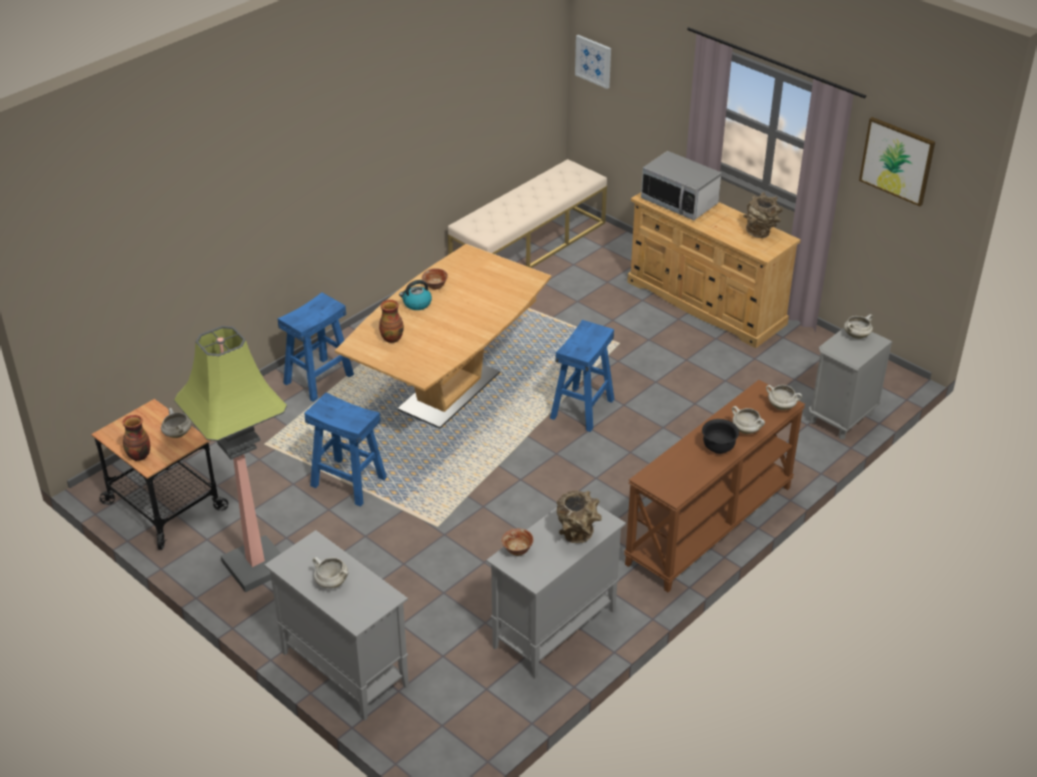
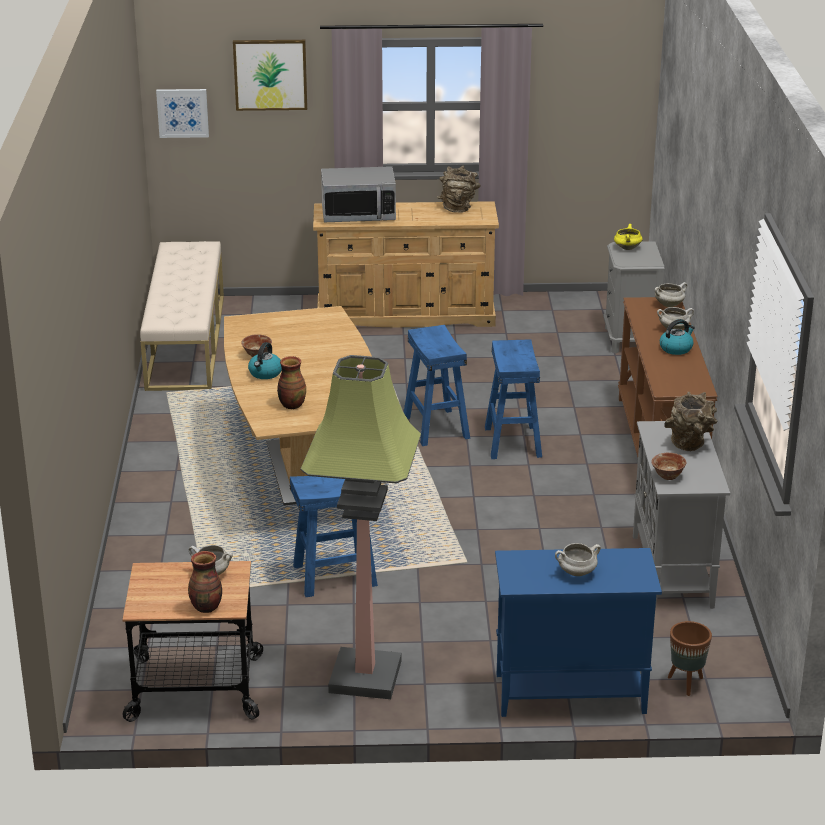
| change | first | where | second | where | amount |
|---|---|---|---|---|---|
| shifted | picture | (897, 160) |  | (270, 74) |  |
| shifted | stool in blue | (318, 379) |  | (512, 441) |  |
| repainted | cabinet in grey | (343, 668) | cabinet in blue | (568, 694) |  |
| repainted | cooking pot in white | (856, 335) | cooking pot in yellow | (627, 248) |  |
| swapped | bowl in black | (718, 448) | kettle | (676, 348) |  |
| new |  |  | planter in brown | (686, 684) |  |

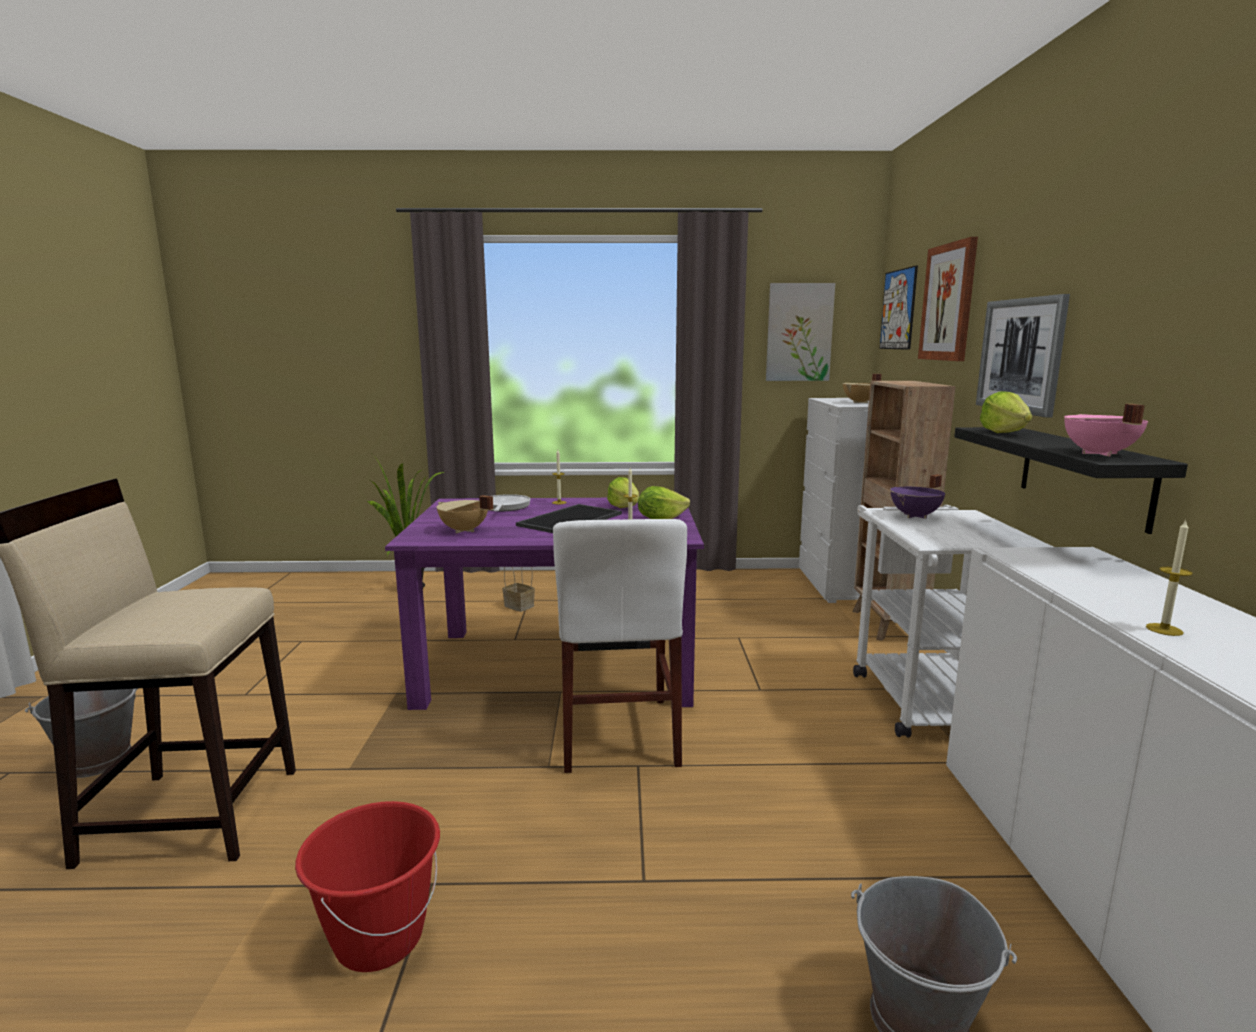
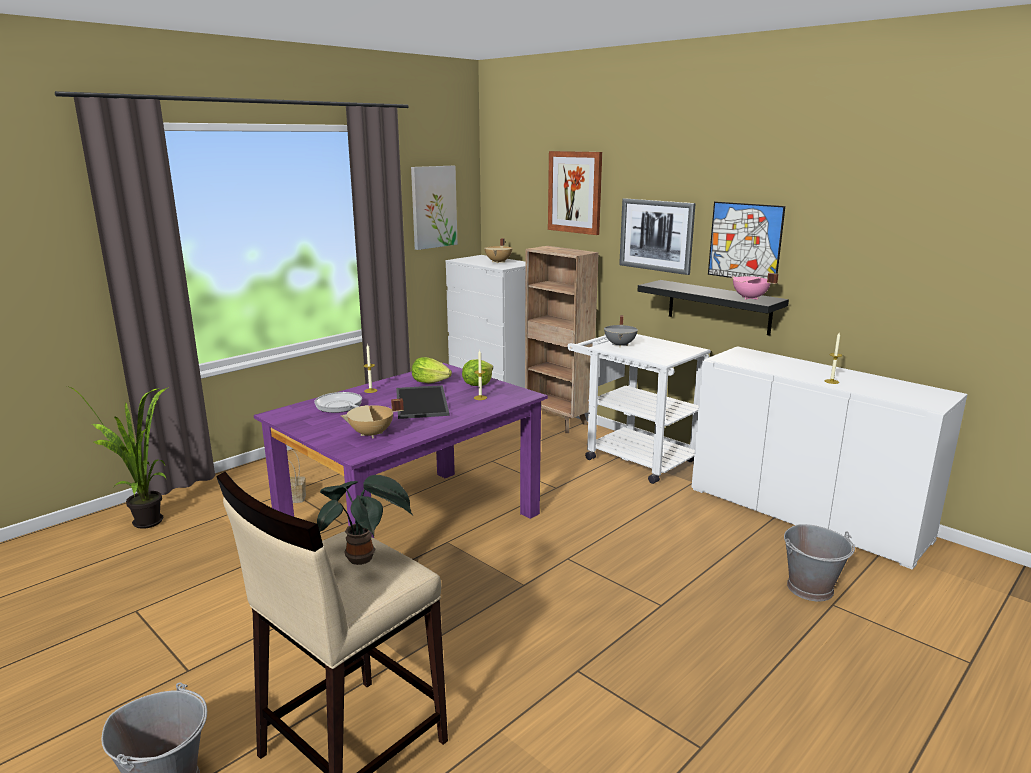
| change | first | where | second | where | amount |
|---|---|---|---|---|---|
| new |  |  | potted plant | (364, 558) |  |
| repainted | cooking pot in purple | (916, 516) | cooking pot in grey | (620, 345) |  |
| shifted | picture | (898, 309) |  | (745, 241) |  |
| gone | bucket in red | (379, 938) |  |  |  |
| gone | chair in white | (618, 733) |  |  |  |
| gone | lettuce | (1003, 432) |  |  |  |

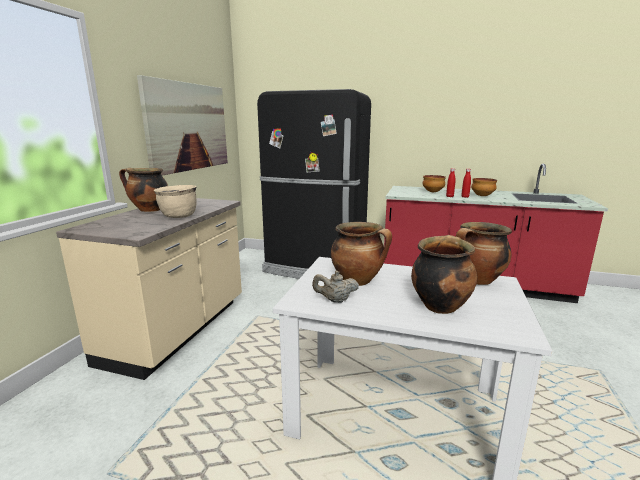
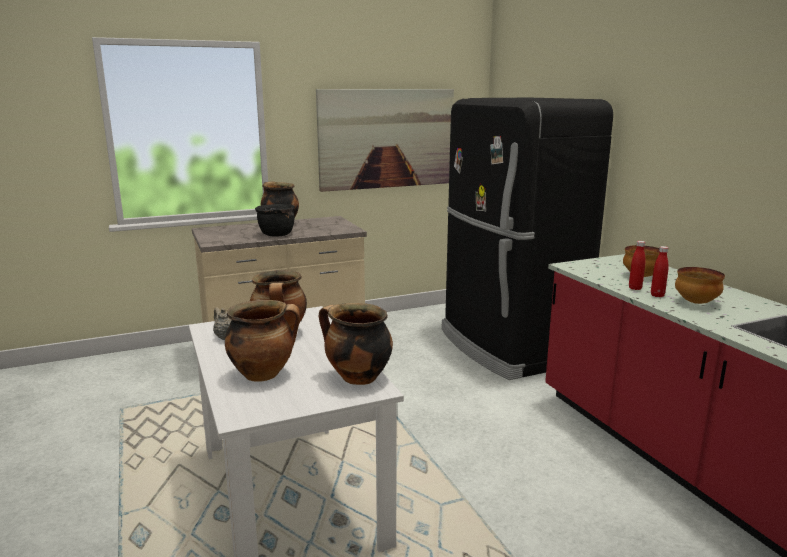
| change | first | where | second | where | amount |
|---|---|---|---|---|---|
| repainted | cooking pot in beige | (178, 216) | cooking pot in black | (276, 235) |  |

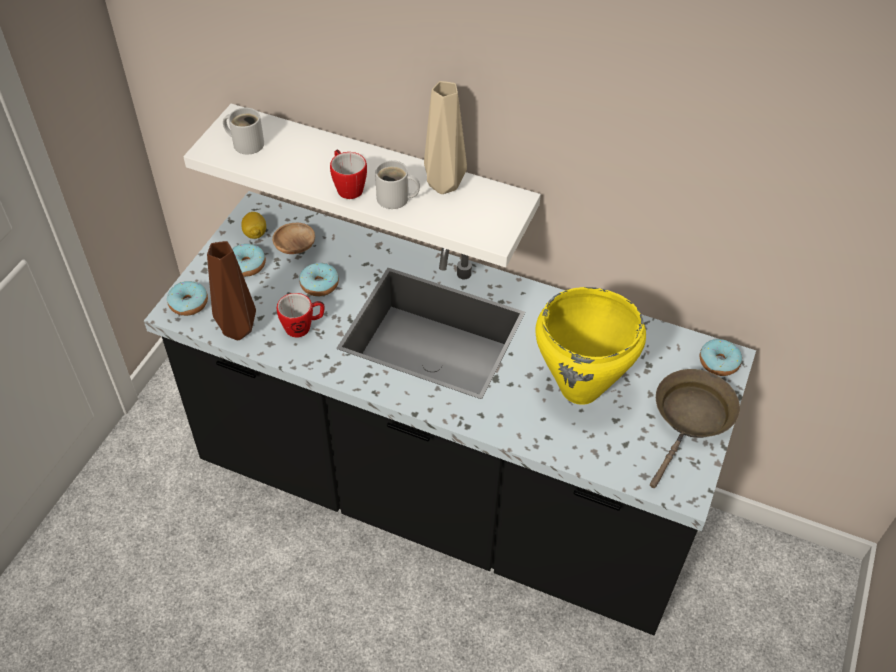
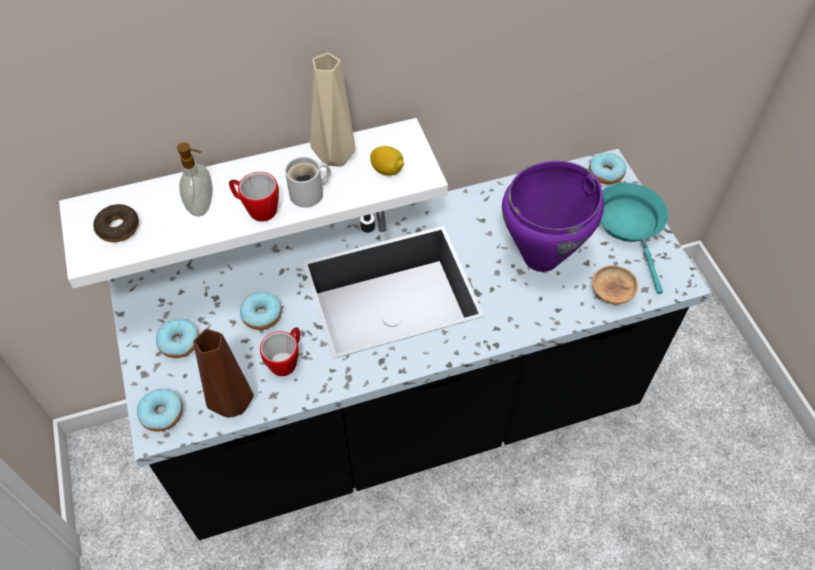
| change | first | where | second | where | amount |
|---|---|---|---|---|---|
| swapped | mug in white | (246, 143) | donut | (118, 227) |  |
| new |  |  | soap dispenser | (203, 206) |  |
| shifted | lemon | (255, 234) |  | (387, 170) |  |
| repainted | cooking pot in yellow | (580, 389) | cooking pot in purple | (542, 257) |  |
| shifted | bowl in brown | (295, 247) |  | (611, 292) |  |
| repainted | frying pan in brown | (691, 418) | frying pan in turquoise | (630, 226) |  |

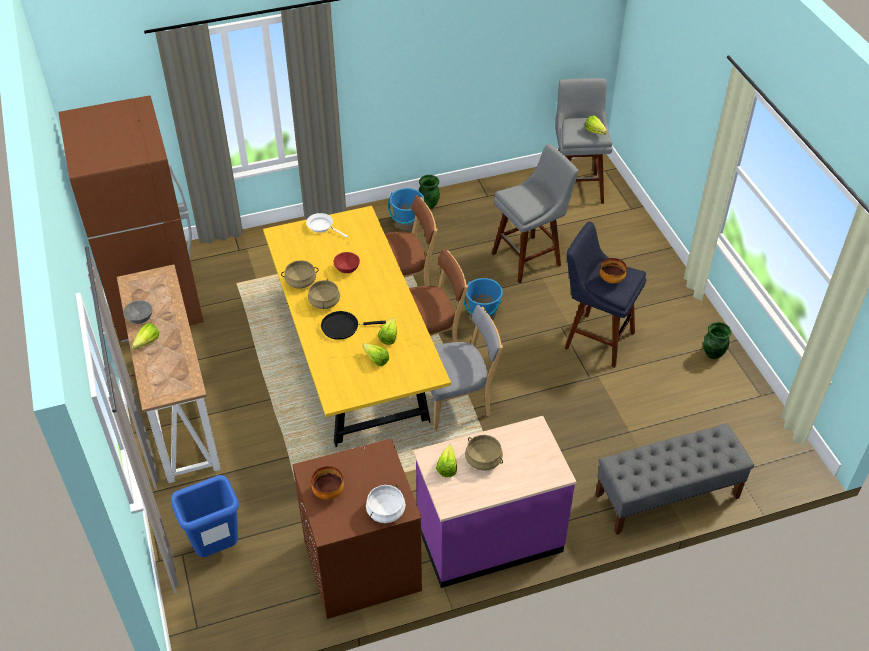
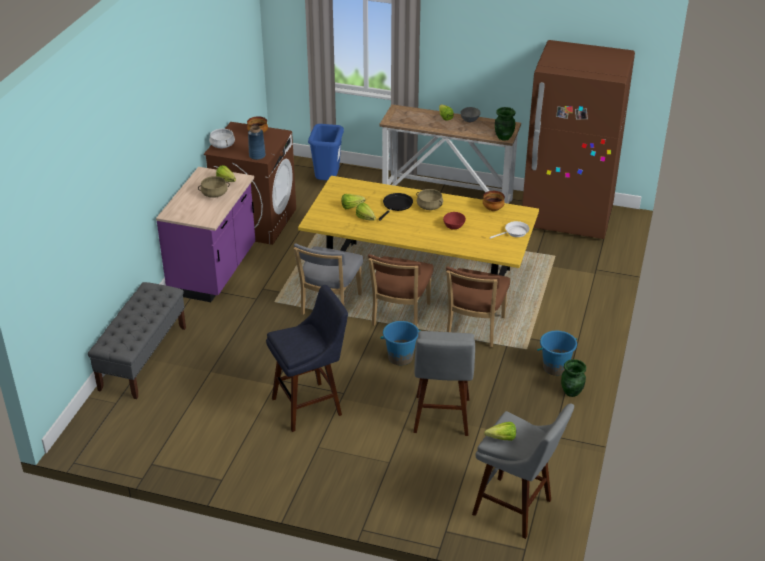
| change | first | where | second | where | amount |
|---|---|---|---|---|---|
| new |  |  | vase in blue | (257, 156) |  |
| shifted | bowl | (611, 280) |  | (492, 209) |  |
| shifted | vase in green | (713, 354) |  | (503, 137) |  |
| gone | cooking pot in beige | (301, 281) |  |  |  |

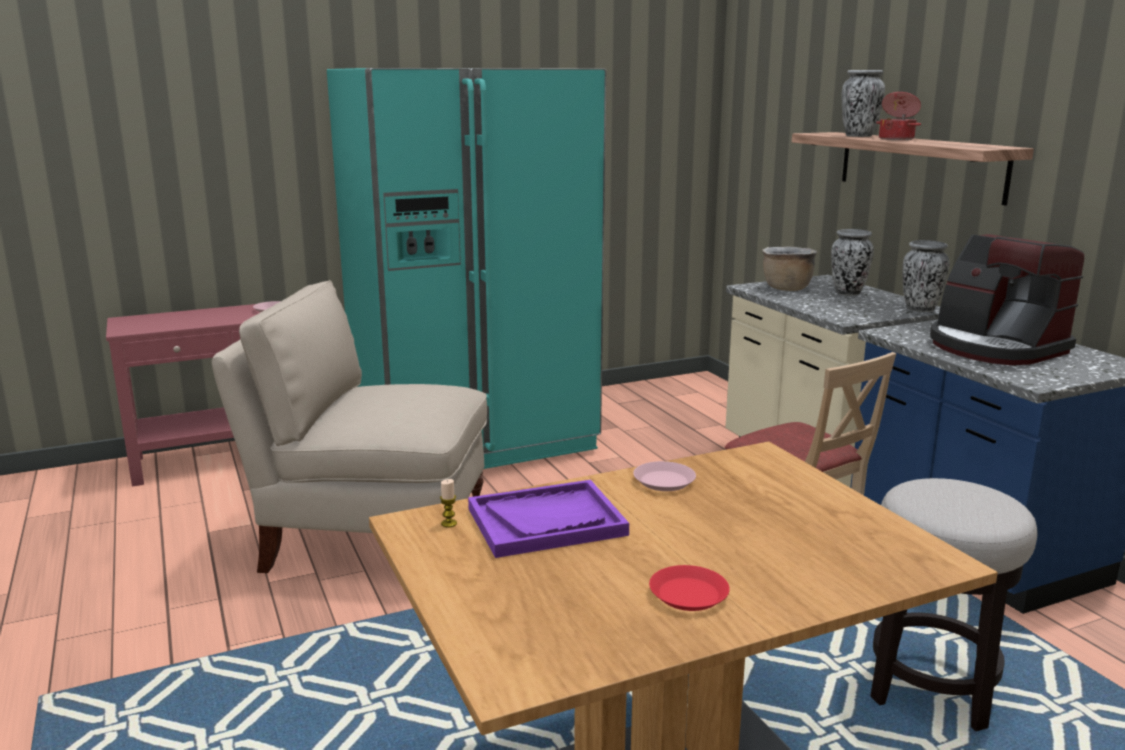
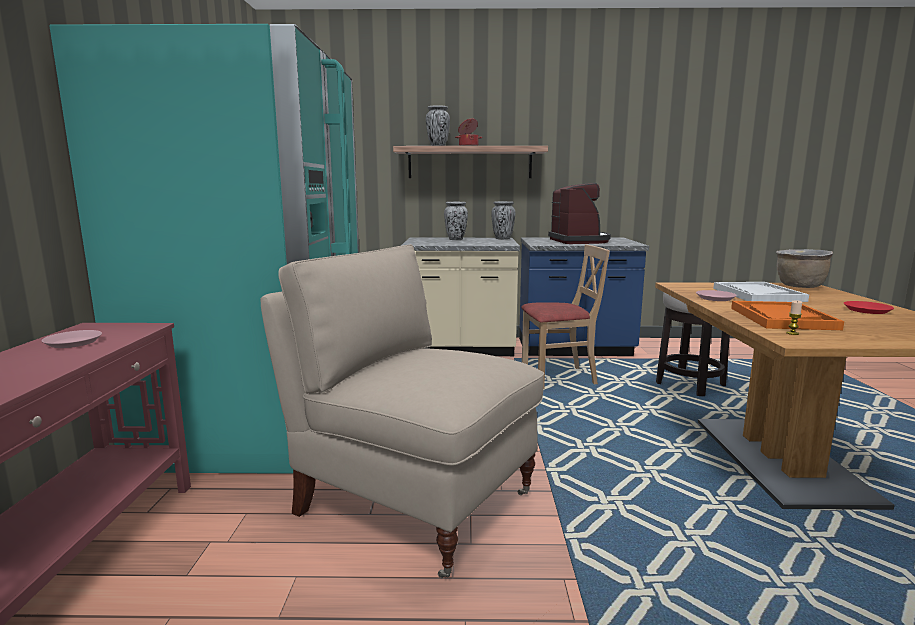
| change | first | where | second | where | amount |
|---|---|---|---|---|---|
| rotated | chair in beige | (372, 539) |  | (412, 502) | 90 degrees clockwise |
| rotated | coffee machine | (994, 347) |  | (579, 241) | 90 degrees counterclockwise |
| new |  |  | tray in white | (757, 294) |  |
| repainted | tray in purple | (546, 521) | tray in orange | (782, 318) |  |
| shifted | cooking pot in brown | (786, 288) |  | (799, 286) |  |

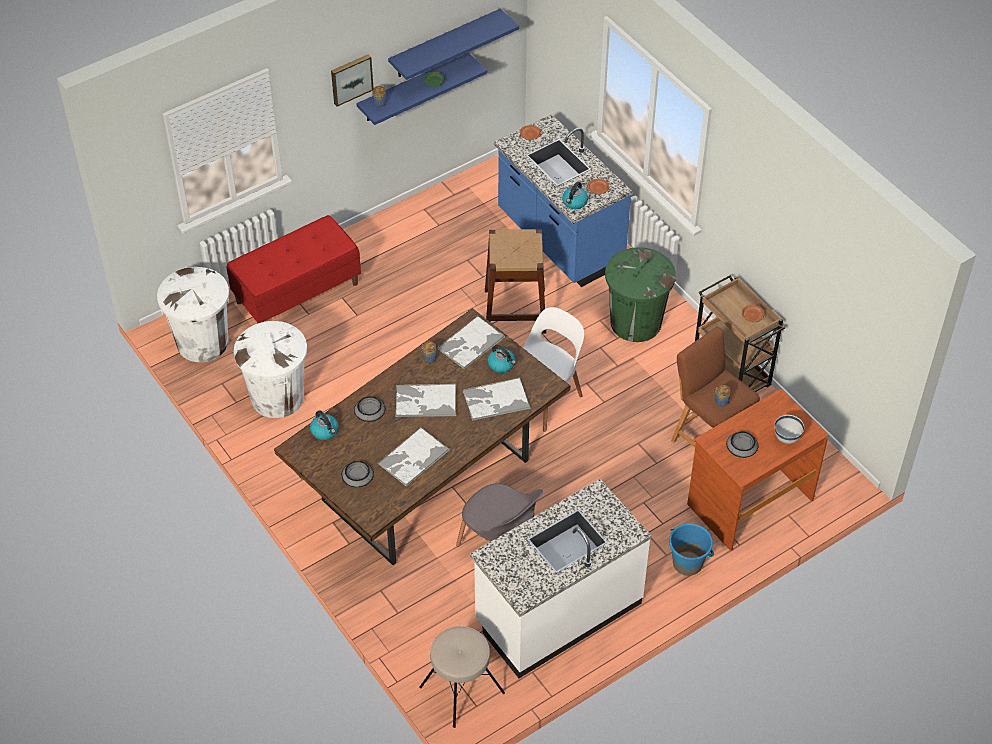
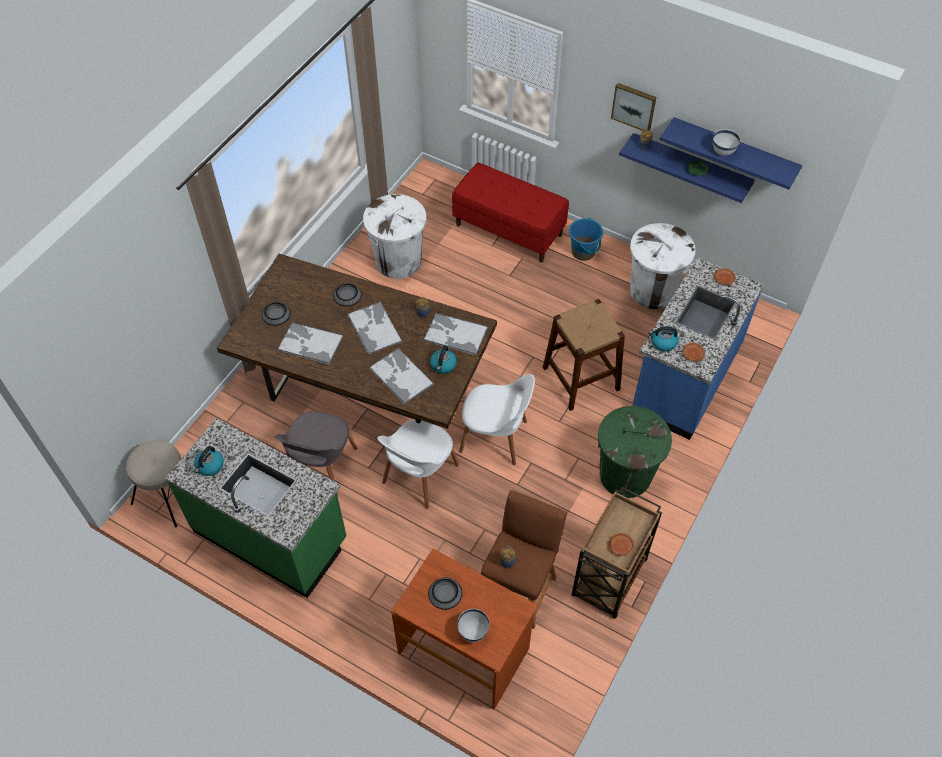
| change | first | where | second | where | amount |
|---|---|---|---|---|---|
| repainted | counter in white | (557, 612) | counter in green | (271, 535) |  |
| shifted | kettle | (325, 431) |  | (210, 466) |  |
| new |  |  | chair in white | (419, 475) |  |
| shifted | bucket in blue | (687, 563) |  | (583, 252) |  |
| shifted | trash can in white | (202, 342) |  | (652, 291) |  |
| new |  |  | bowl in white | (723, 152) |  |

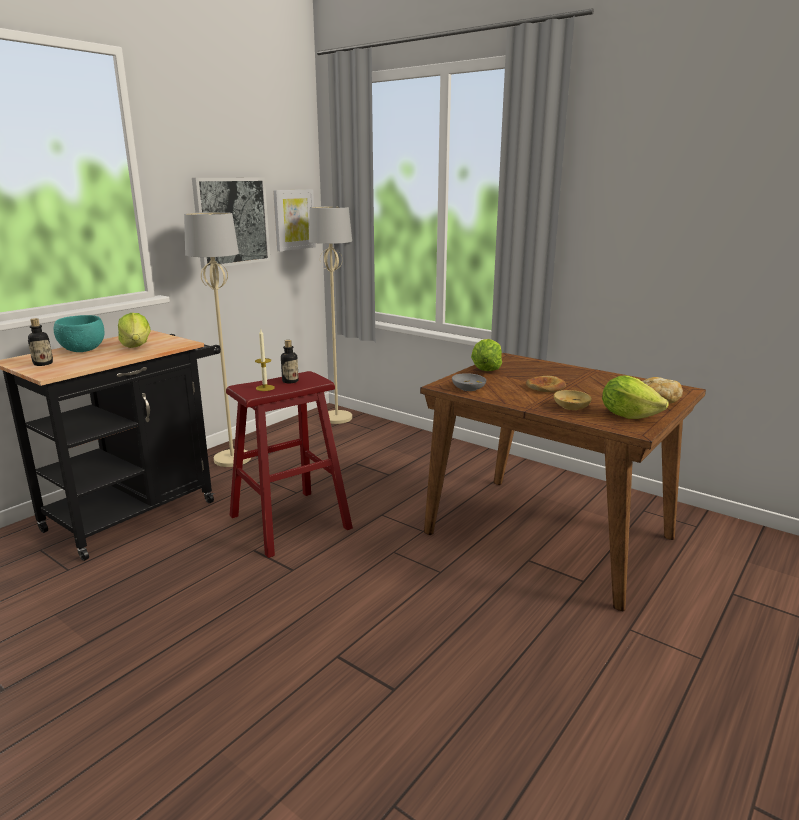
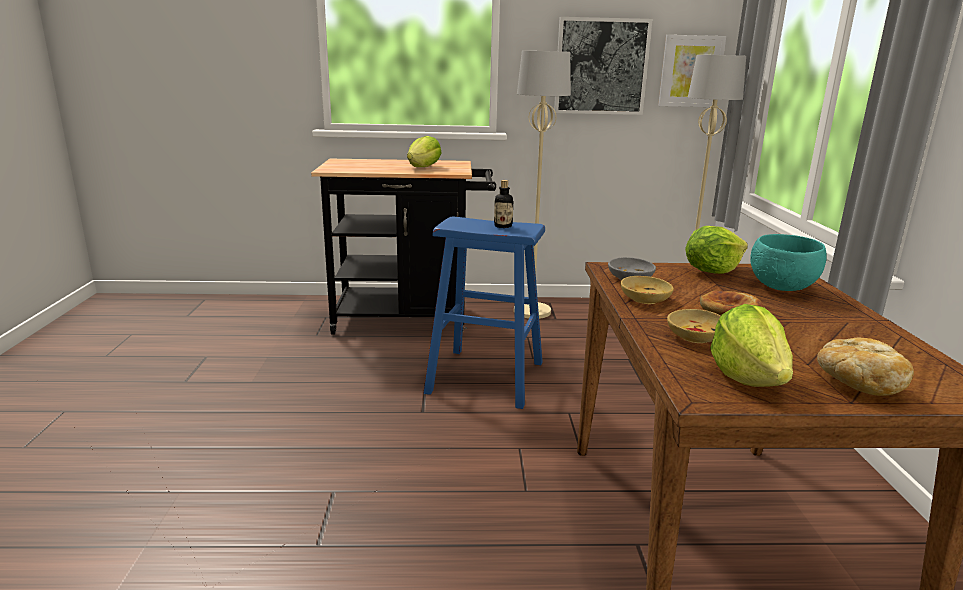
| change | first | where | second | where | amount |
|---|---|---|---|---|---|
| repainted | stool in red | (290, 522) | stool in blue | (486, 377) |  |
| new |  |  | bowl in beige | (645, 299) |  |
| shifted | bowl in turquoise | (82, 350) |  | (780, 287) |  |
| gone | bottle | (43, 364) |  |  |  |
| gone | candle | (265, 388) |  |  |  |

